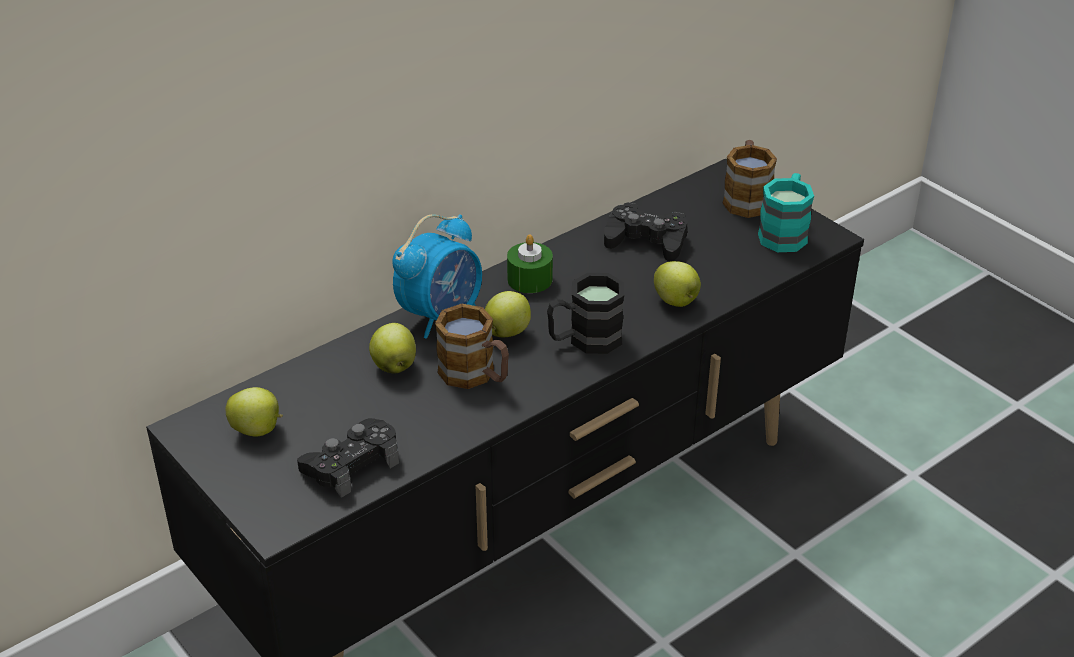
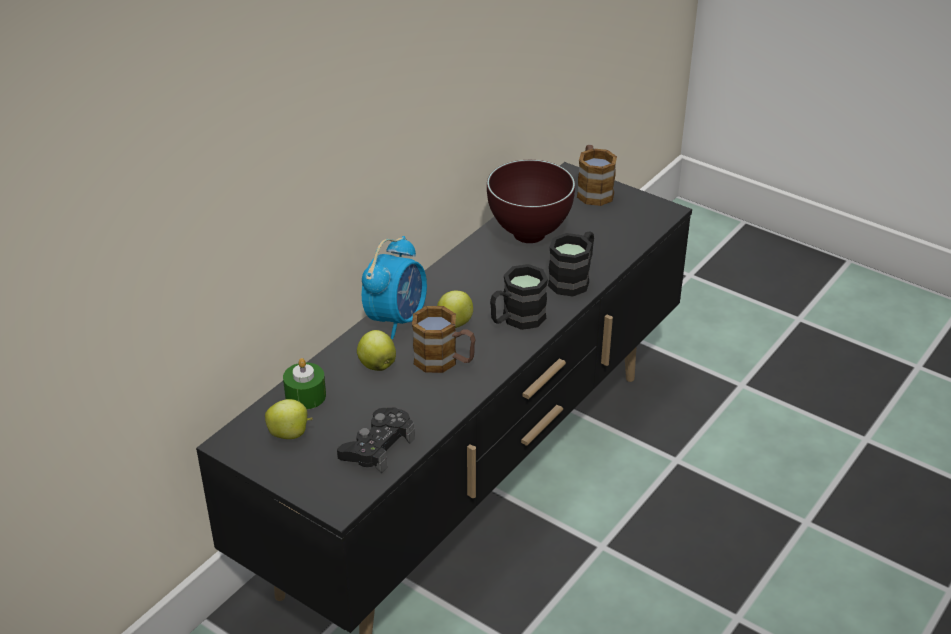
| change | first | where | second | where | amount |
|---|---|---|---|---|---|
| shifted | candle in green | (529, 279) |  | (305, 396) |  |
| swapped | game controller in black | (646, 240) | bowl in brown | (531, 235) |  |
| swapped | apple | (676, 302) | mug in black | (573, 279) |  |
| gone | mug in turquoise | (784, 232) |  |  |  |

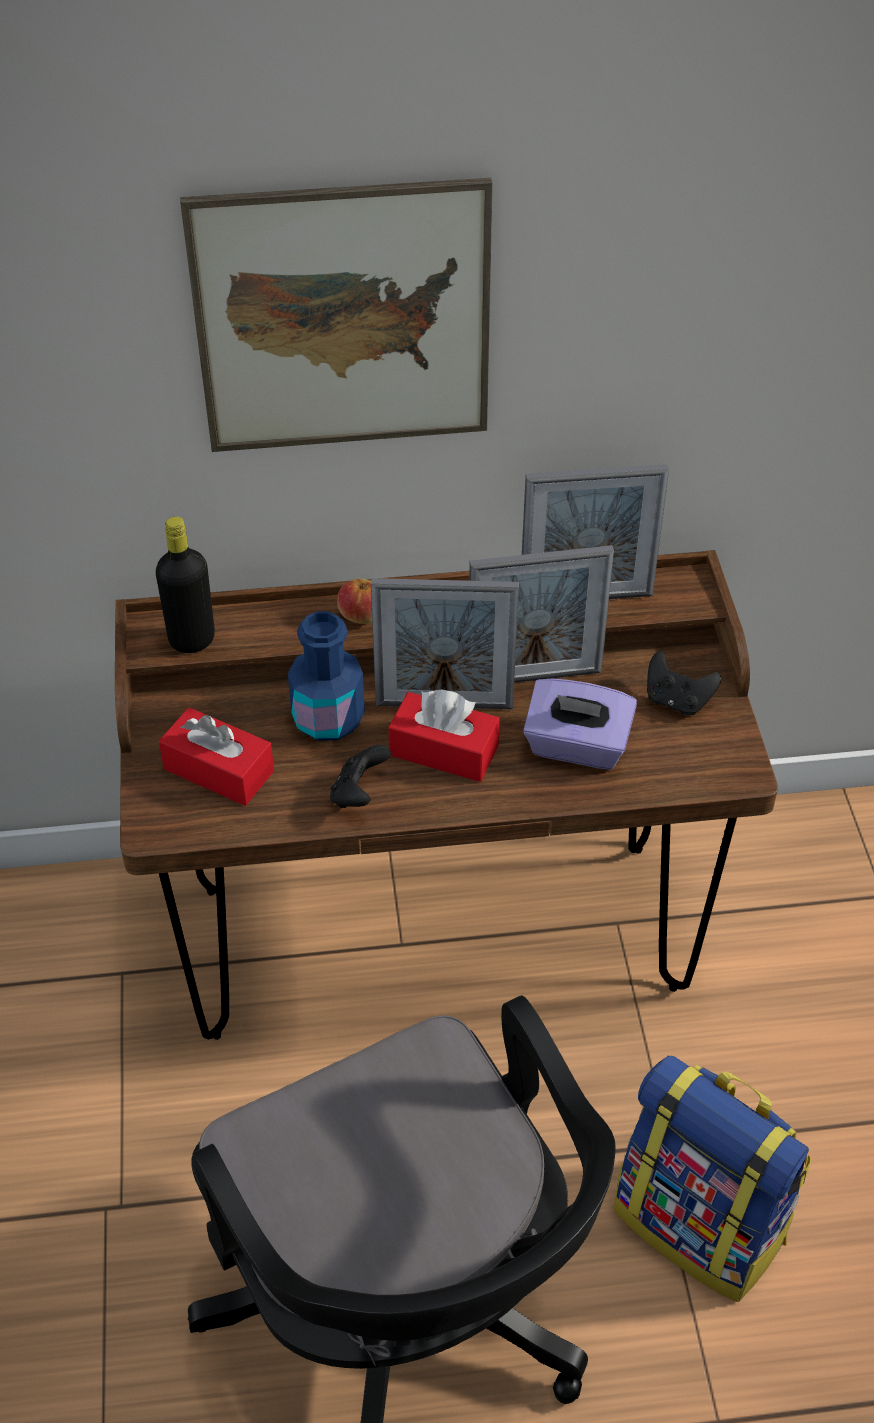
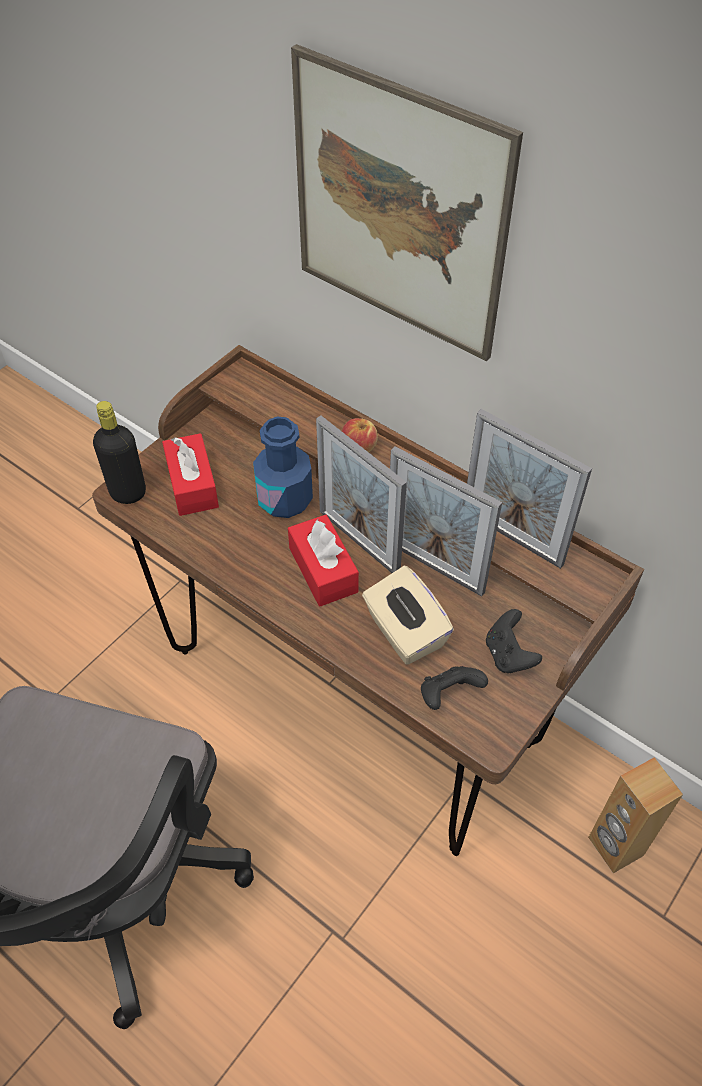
| change | first | where | second | where | amount |
|---|---|---|---|---|---|
| shifted | bottle in black | (192, 639) |  | (128, 492) |  |
| repainted | tissue box in purple | (576, 747) | tissue box in beige | (404, 632) |  |
| shifted | game controller in black | (359, 793) |  | (448, 695) |  |
| new |  |  | speaker in brown | (615, 846) |  |
| gone | backpack | (701, 1224) |  |  |  |

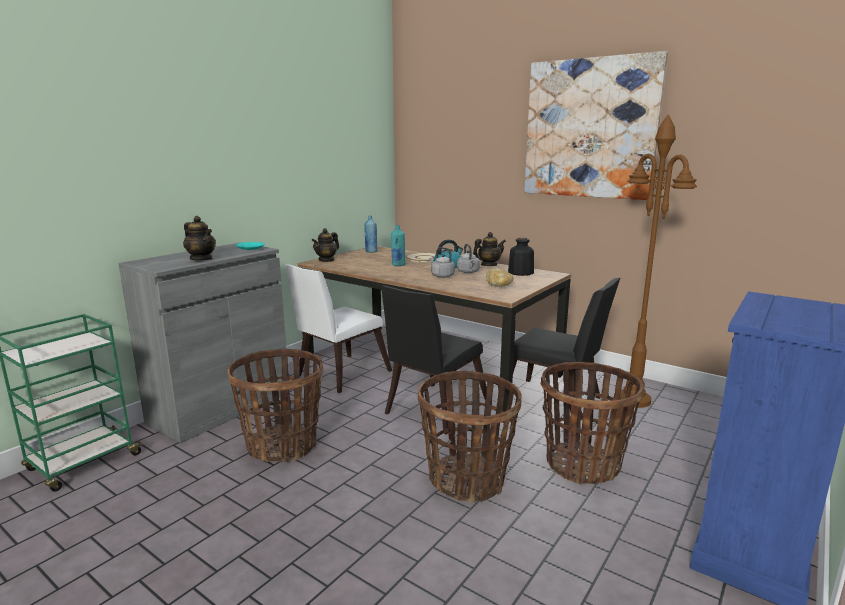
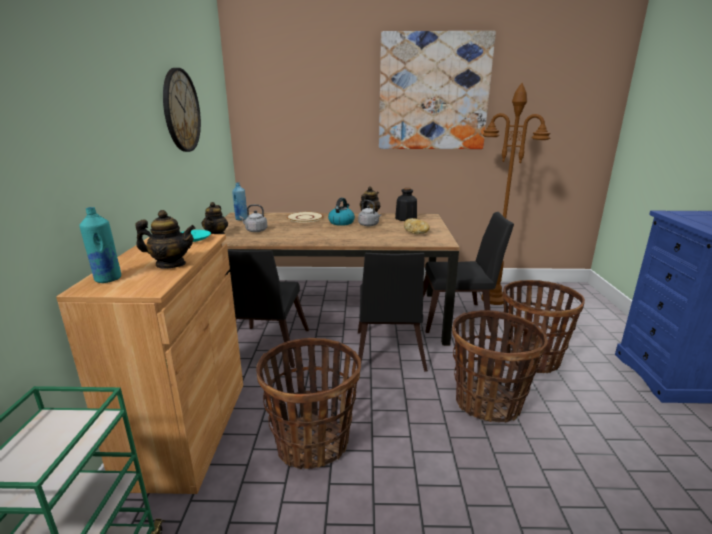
| change | first | where | second | where | amount |
|---|---|---|---|---|---|
| repainted | cabinet in grey | (221, 407) | cabinet in brown | (187, 430) |  |
| shifted | bottle in turquoise | (398, 265) |  | (107, 279) |  |
| new |  |  | wall clock | (181, 111) |  |
| repainted | chair in white | (338, 375) | chair in black | (267, 350) |  |
| shifted | kettle in grey | (441, 276) |  | (255, 230) |  |

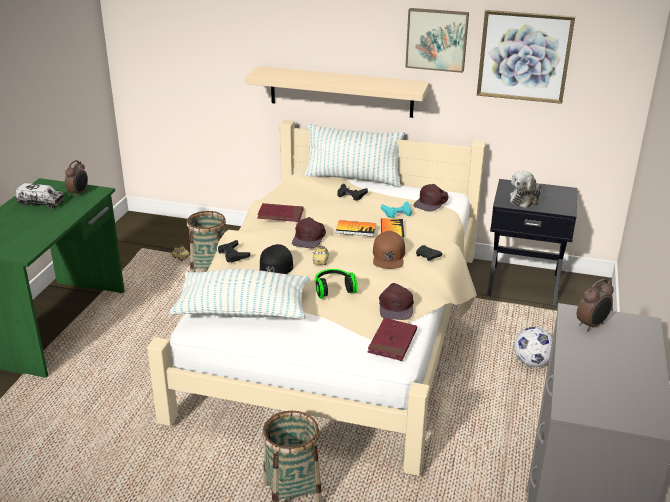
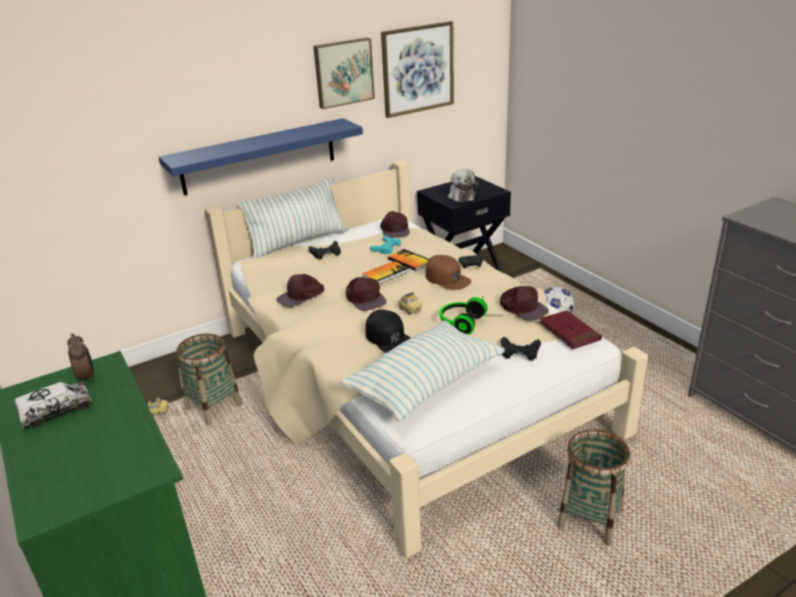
| change | first | where | second | where | amount |
|---|---|---|---|---|---|
| repainted | shelf in beige | (341, 91) | shelf in blue | (259, 156) |  |
| swapped | book in red | (280, 215) | cap in brown | (301, 296) |  |
| shifted | game controller in black | (233, 254) |  | (519, 352) |  |
| gone | alarm clock | (592, 325) |  |  |  |

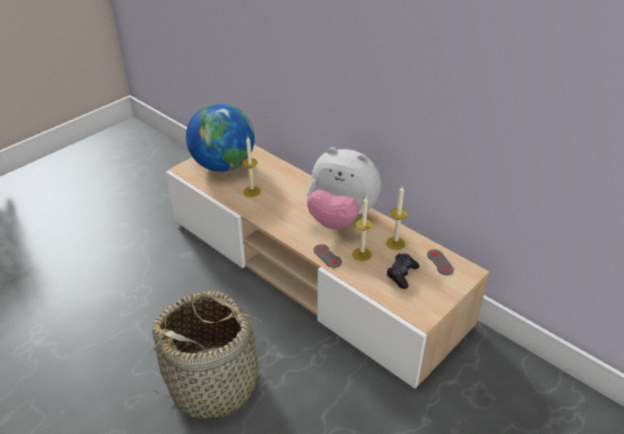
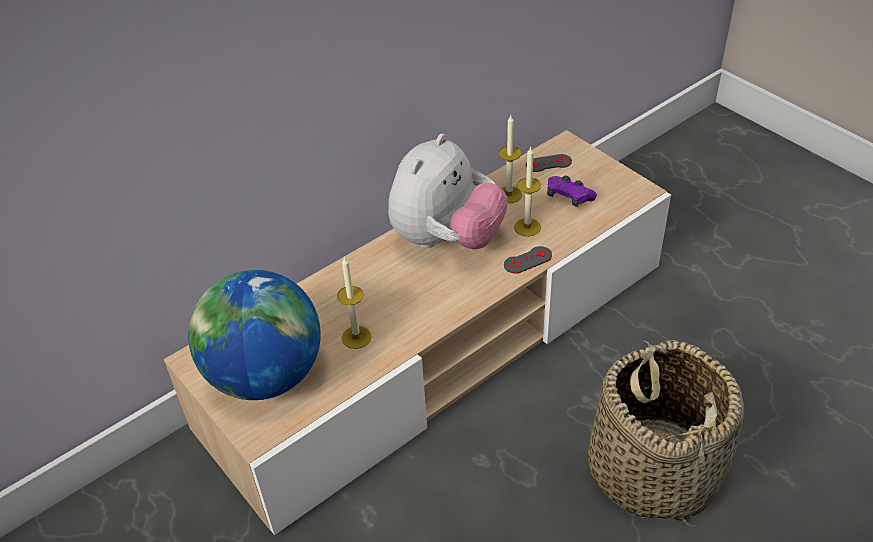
| change | first | where | second | where | amount |
|---|---|---|---|---|---|
| repainted | game controller in black | (402, 274) | game controller in purple | (569, 197) |  |

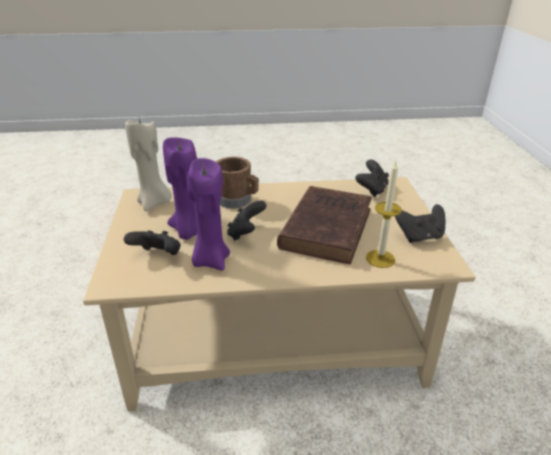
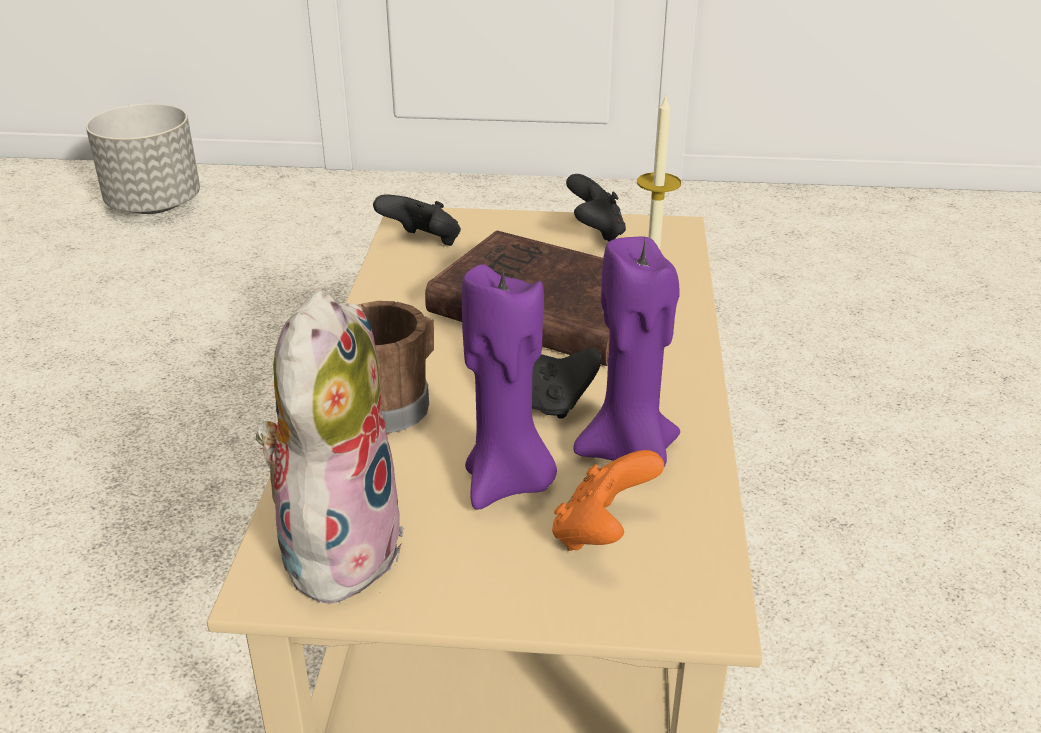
| change | first | where | second | where | amount |
|---|---|---|---|---|---|
| new |  |  | planter in grey | (154, 205) |  |
| swapped | candle in beige | (154, 203) | plush toy | (338, 545) |  |
| repainted | game controller in black | (158, 256) | game controller in orange | (602, 533) |  |

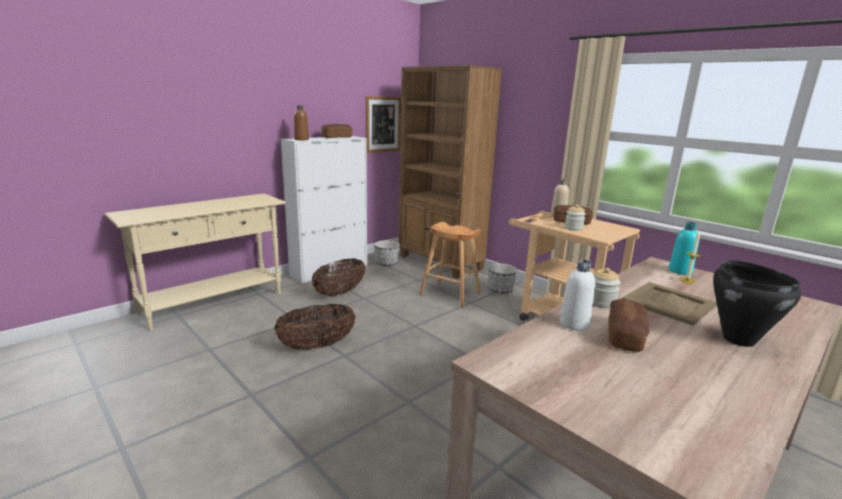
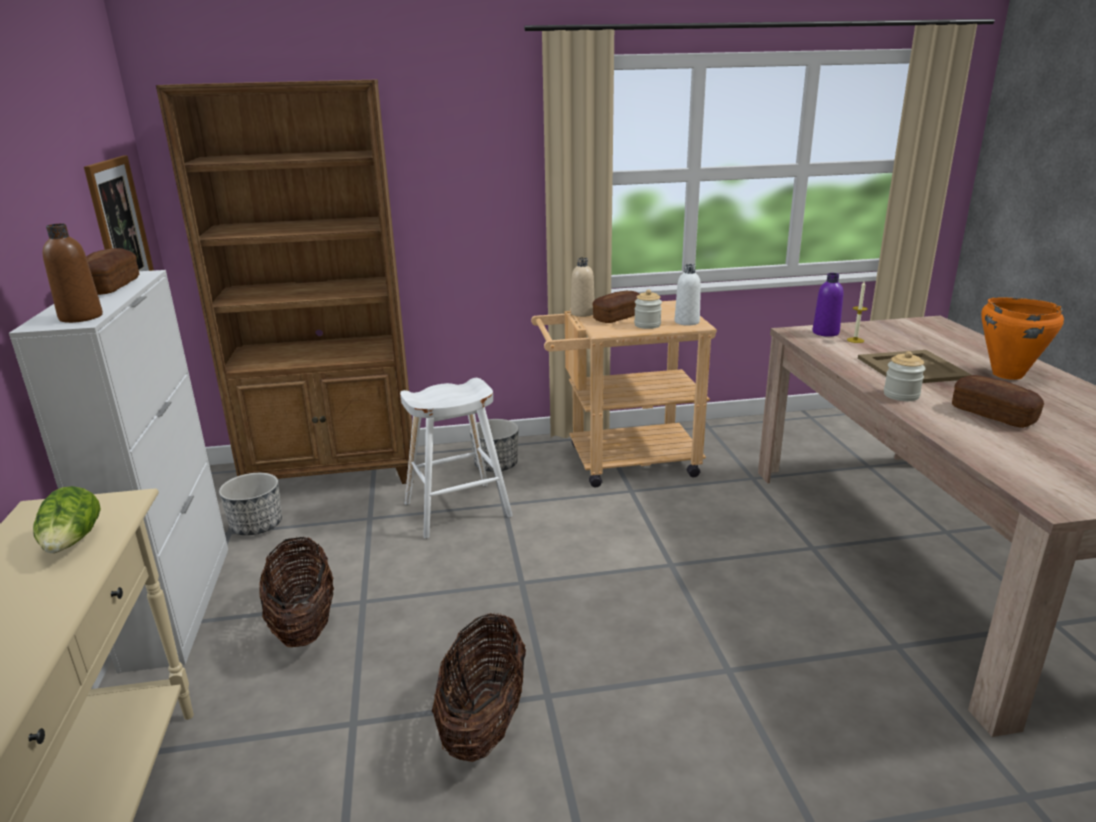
| change | first | where | second | where | amount |
|---|---|---|---|---|---|
| new |  |  | lettuce | (72, 542) |  |
| repainted | stool in brown | (450, 294) | stool in white | (458, 510) |  |
| shifted | bottle in white | (574, 324) |  | (687, 322) |  |
| repainted | bottle in turquoise | (680, 271) | bottle in purple | (825, 333) |  |
| repainted | cooking pot in black | (738, 339) | cooking pot in orange | (1006, 374) |  |

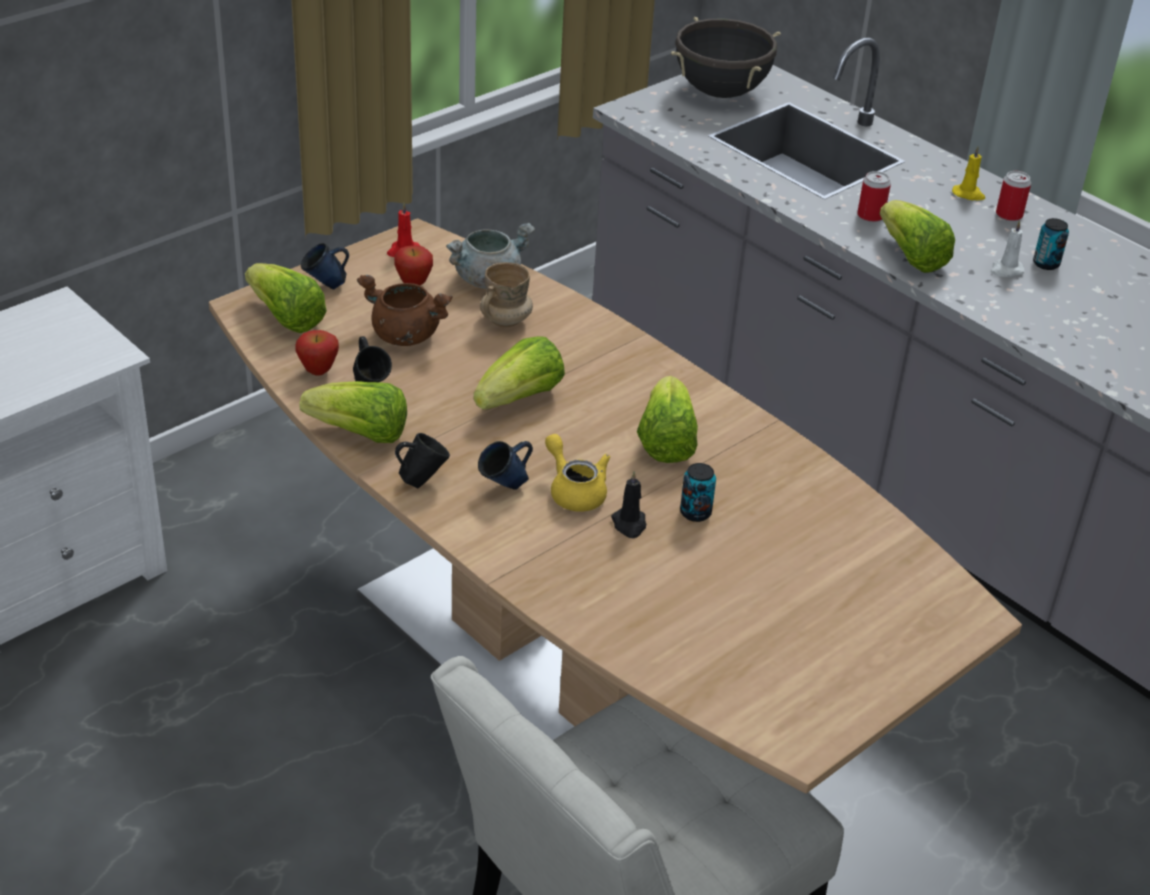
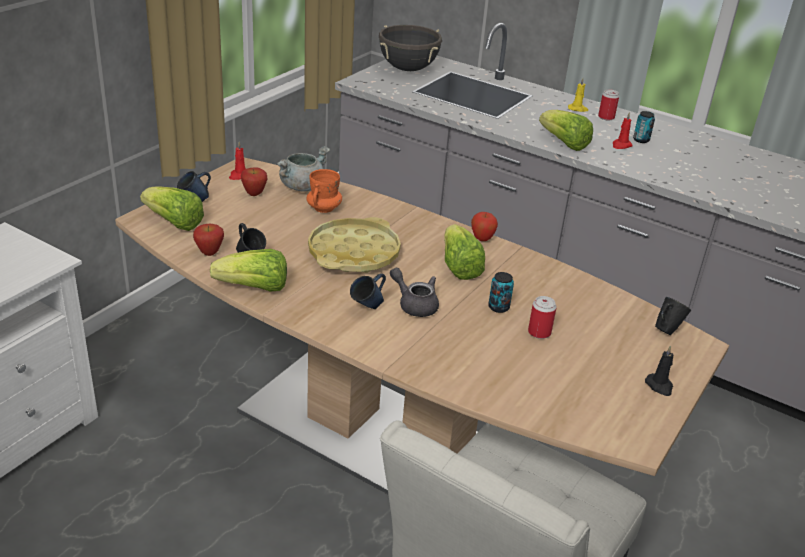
| change | first | where | second | where | amount |
|---|---|---|---|---|---|
| repainted | mug in beige | (505, 320) | mug in orange | (324, 209) |  |
| swapped | lettuce | (520, 398) | tray in yellow | (354, 253) |  |
| repainted | teapot in yellow | (574, 490) | teapot in grey | (414, 304) |  |
| new |  |  | apple | (482, 239) |  |
| shifted | can | (870, 216) |  | (539, 332) |  |
| repainted | candle in white | (1006, 270) | candle in red | (621, 145) |  |
| shifted | candle in black | (629, 524) |  | (659, 386) |  |
| shifted | mug in black | (422, 480) |  | (666, 330) |  |
| gone | cooking pot in brown | (404, 335) |  |  |  |

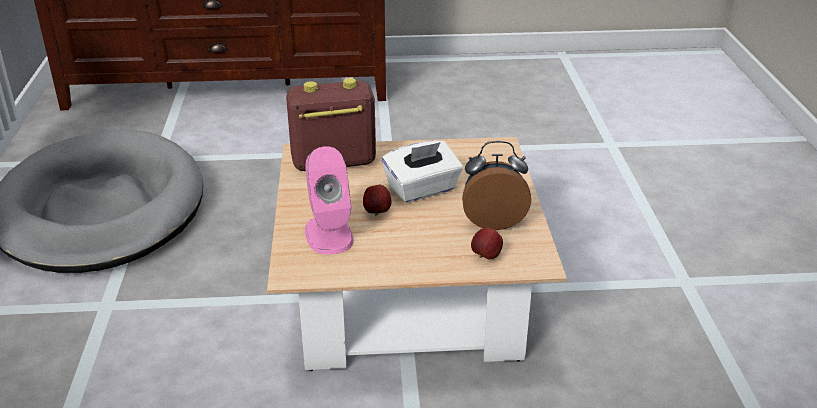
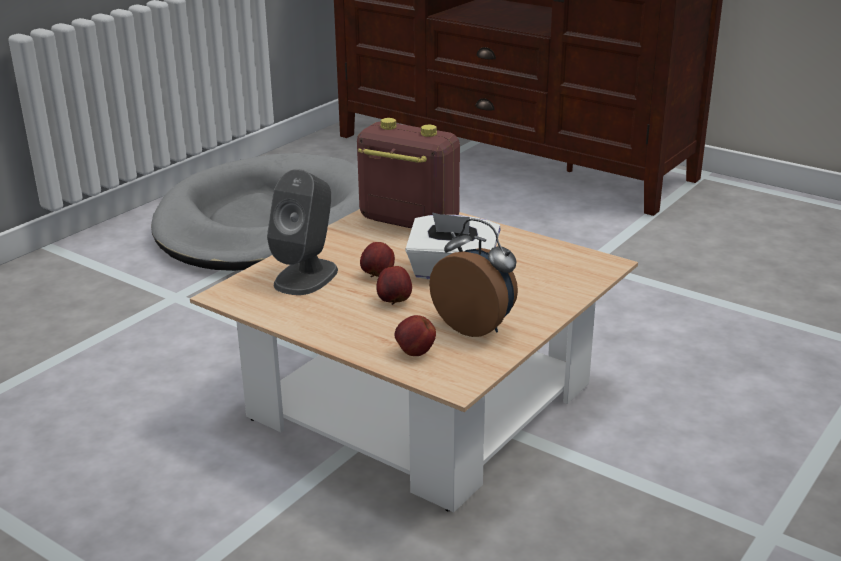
| change | first | where | second | where | amount |
|---|---|---|---|---|---|
| repainted | speaker in pink | (328, 234) | speaker in grey | (306, 276) |  |
| new |  |  | apple | (394, 301) |  |

